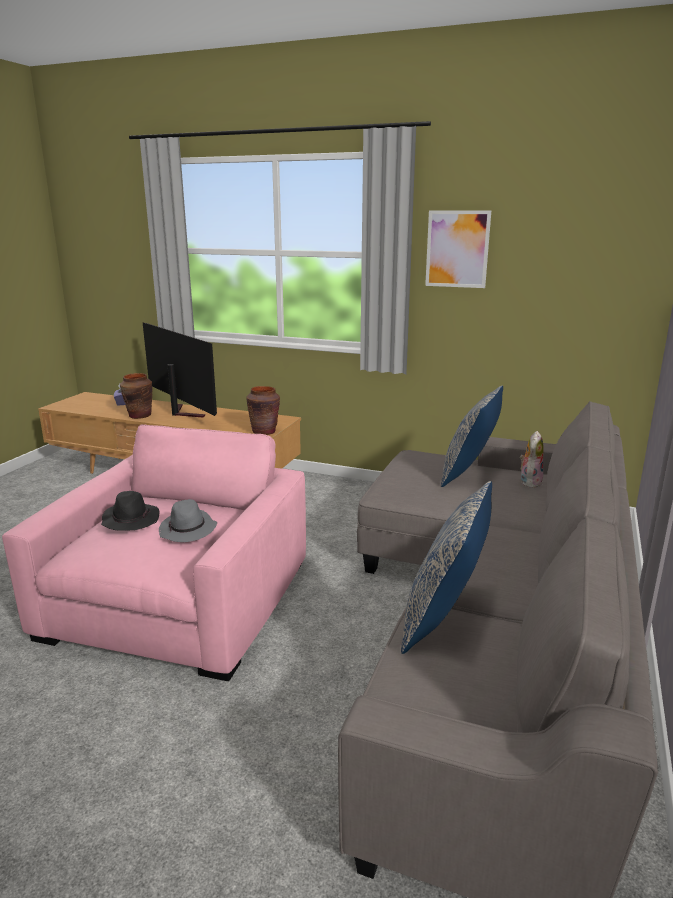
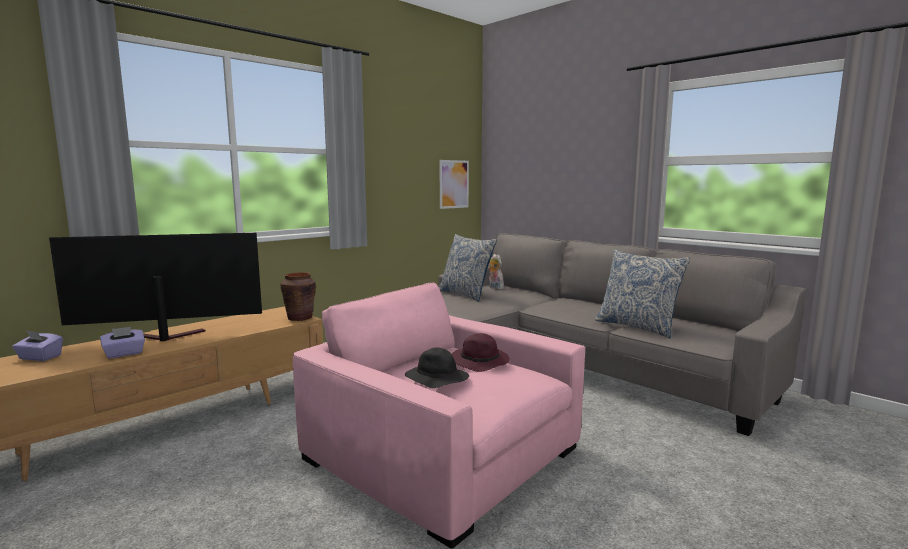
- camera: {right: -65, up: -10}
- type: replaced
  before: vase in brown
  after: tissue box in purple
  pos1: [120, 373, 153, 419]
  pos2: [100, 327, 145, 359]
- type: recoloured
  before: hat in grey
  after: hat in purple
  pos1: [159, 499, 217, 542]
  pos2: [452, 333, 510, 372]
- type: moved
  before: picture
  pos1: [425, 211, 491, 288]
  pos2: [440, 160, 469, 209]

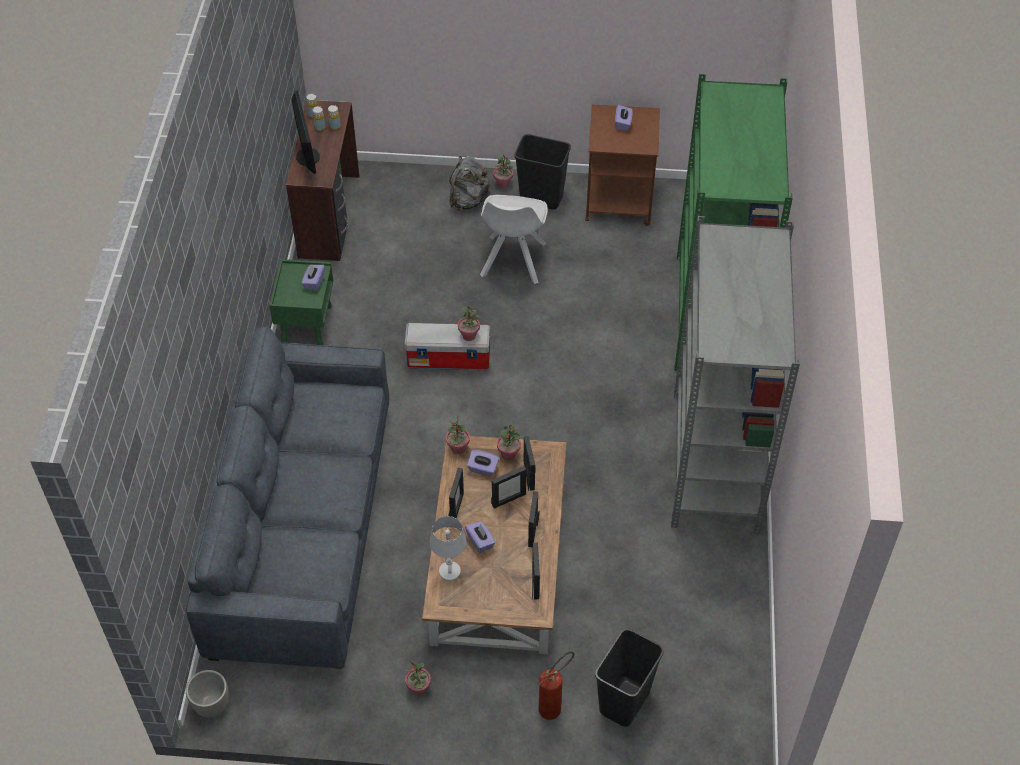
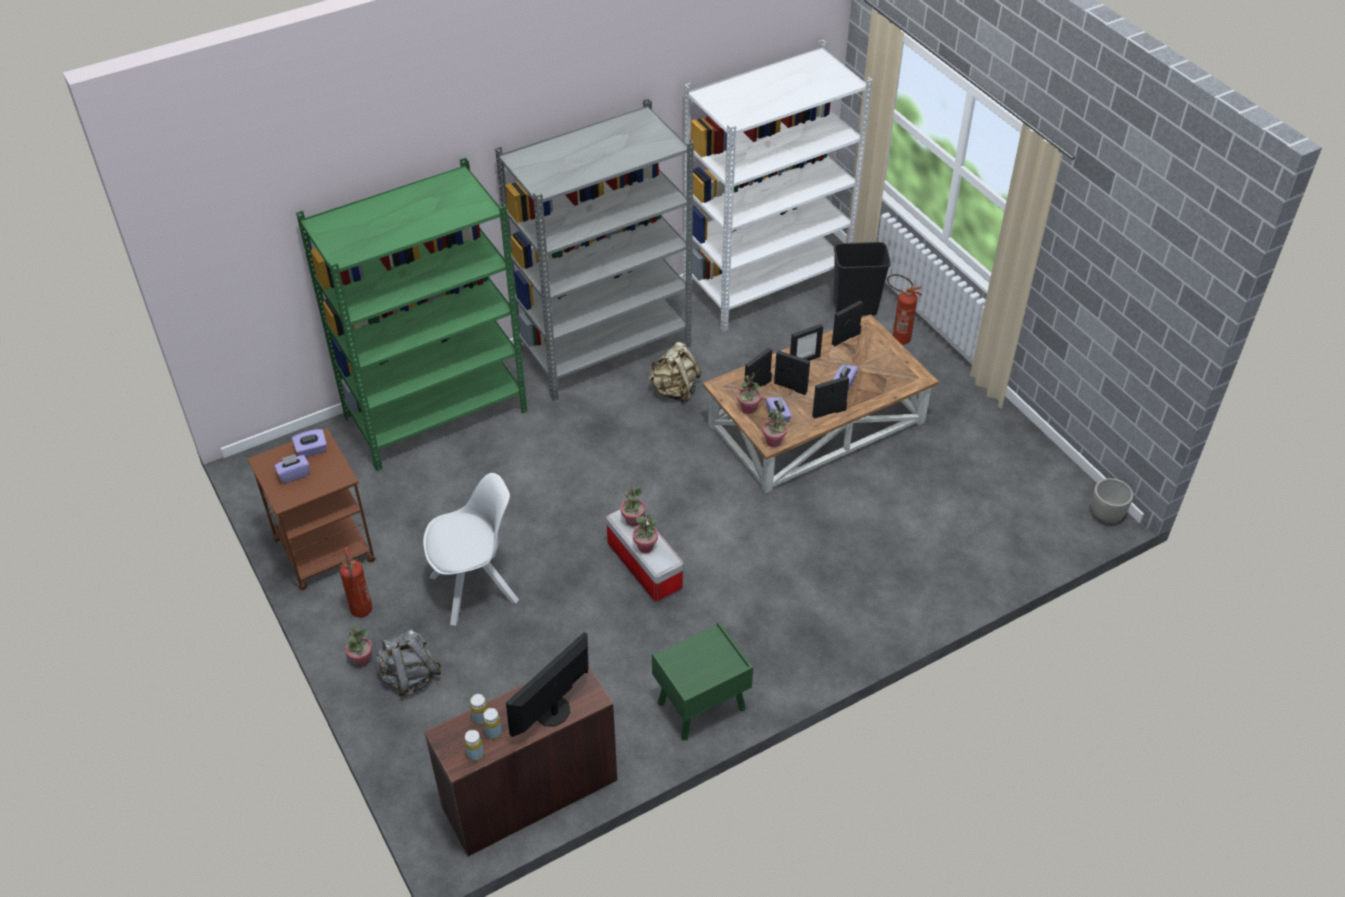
- camera: {right: -125, up: -5}
- type: removed
  before: sofa in grey
  pos1: [185, 326, 389, 669]
- type: moved
  before: tissue box in purple
  pos1: [302, 265, 325, 291]
  pos2: [292, 429, 327, 457]
- type: moved
  before: potted plant
  pos1: [405, 662, 431, 695]
  pos2: [633, 513, 658, 553]
- type: removed
  before: table lamp in white
  pos1: [430, 516, 467, 581]
- type: replaced
  before: trash can in black
  after: fire extinguisher
  pos1: [514, 134, 571, 209]
  pos2: [340, 547, 372, 617]
- type: added
  after: backpack in beige
  pos2: [648, 342, 702, 403]
- type: added
  after: bookcase in white
  pos2: [683, 40, 872, 332]

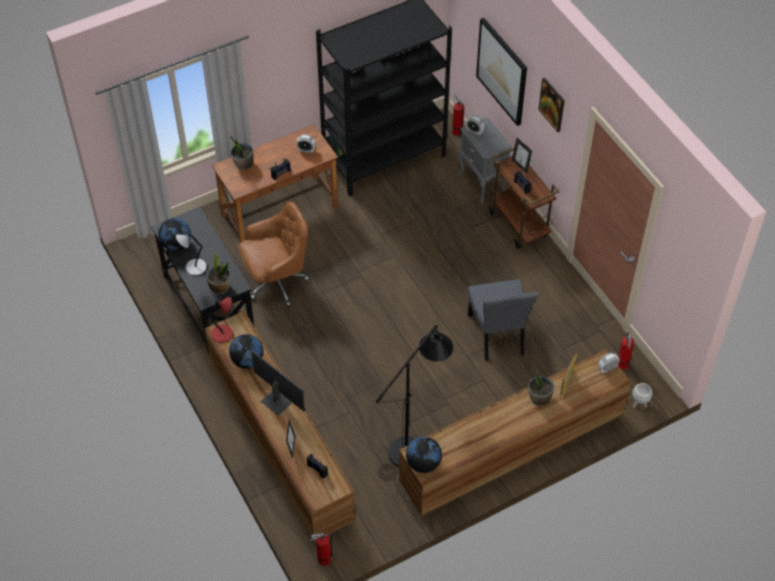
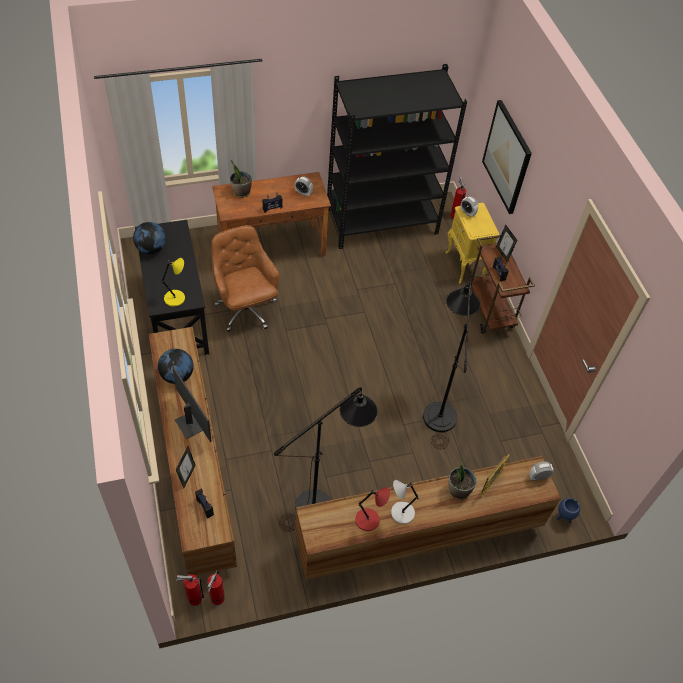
- camera: {right: 10, up: 0}
- type: moved
  before: table lamp in grey
  pos1: [176, 232, 207, 276]
  pos2: [391, 480, 419, 524]
- type: replaced
  before: potted plant
  after: table lamp in yellow
  pos1: [207, 252, 231, 294]
  pos2: [161, 258, 185, 307]
- type: moved
  before: table lamp in red
  pos1: [209, 297, 233, 343]
  pos2: [355, 487, 390, 531]
- type: turned
  before: office chair in brown
  pos1: [239, 202, 309, 307]
  pos2: [211, 225, 279, 331]
  turn: -105
- type: removed
  before: globe
  pos1: [406, 437, 442, 473]
- type: recoloured
  before: nightstand in grey
  after: nightstand in yellow
  pos1: [457, 117, 512, 203]
  pos2: [445, 203, 499, 284]
- type: replaced
  before: chair in grey
  after: floor lamp in black
  pos1: [467, 279, 538, 361]
  pos2: [423, 278, 480, 449]
- type: removed
  before: picture
  pos1: [538, 78, 565, 132]
- type: moved
  before: fire extinguisher
  pos1: [618, 332, 634, 370]
  pos2: [207, 570, 225, 605]
- type: recoloured
  before: planter in white
  after: planter in blue
  pos1: [632, 383, 652, 408]
  pos2: [556, 498, 580, 523]

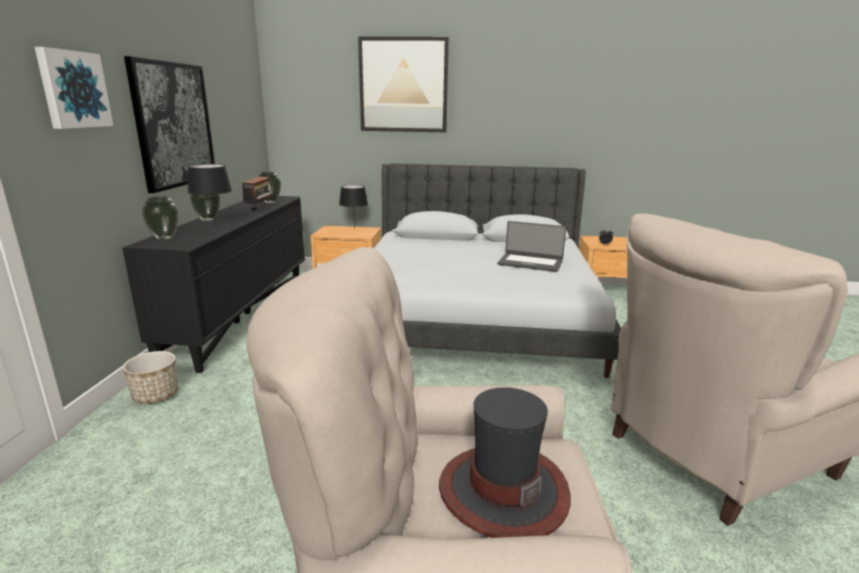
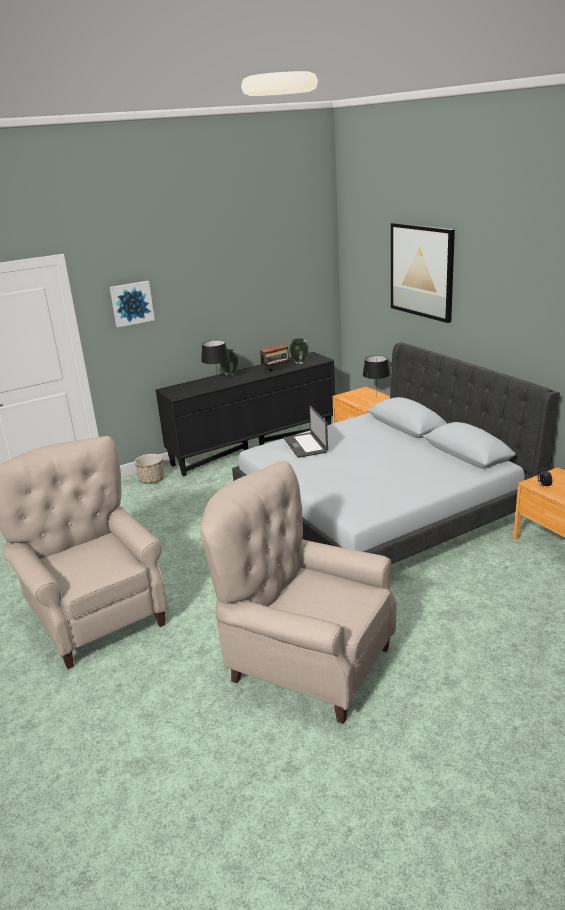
- camera: {right: 55, up: 5}
- type: removed
  before: picture
  pos1: [124, 56, 215, 193]
- type: removed
  before: vase
  pos1: [142, 196, 178, 240]
- type: removed
  before: hat
  pos1: [439, 387, 571, 538]
- type: moved
  before: laptop
  pos1: [497, 221, 566, 272]
  pos2: [284, 406, 328, 458]

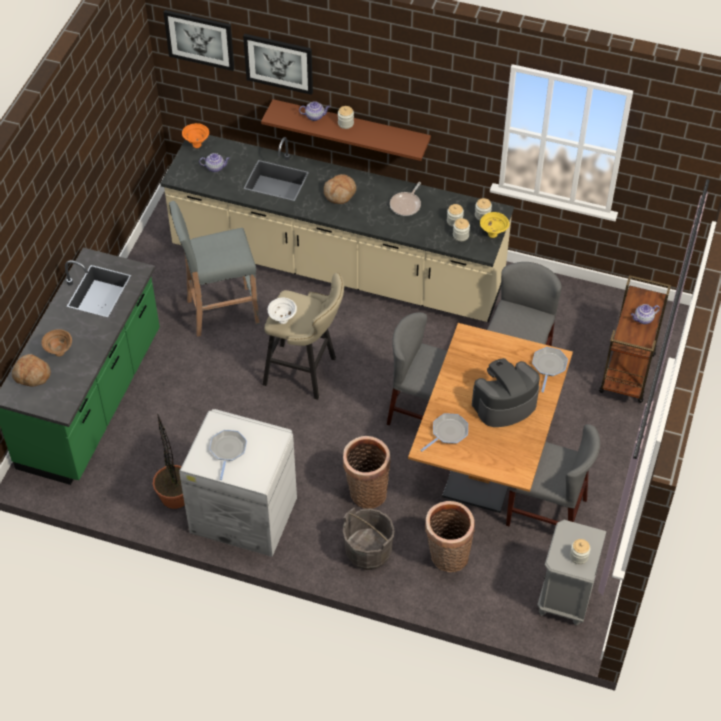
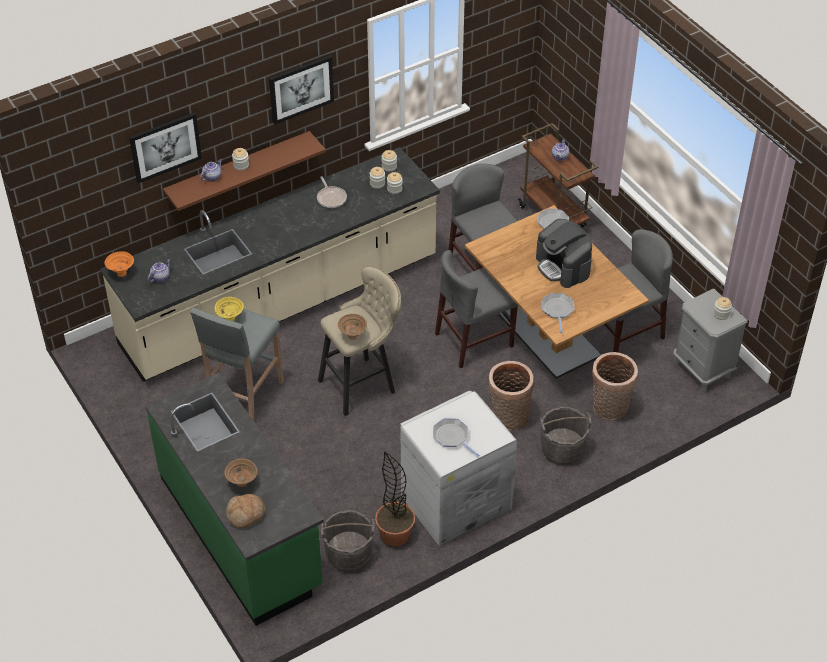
- camera: {right: -50, up: -5}
- type: moved
  before: picture
  pos1: [163, 10, 234, 71]
  pos2: [269, 55, 334, 125]
- type: recoloured
  before: bowl in white
  after: bowl in brown
  pos1: [268, 298, 297, 324]
  pos2: [338, 314, 367, 340]
- type: removed
  before: bread
  pos1: [324, 174, 356, 204]
- type: turned
  before: coffee machine
  pos1: [472, 358, 540, 427]
  pos2: [536, 219, 592, 288]
  turn: -45
- type: moved
  before: bowl in yellow
  pos1: [480, 212, 509, 238]
  pos2: [215, 297, 244, 321]
- type: added
  after: bucket in grey
  pos2: [321, 510, 375, 572]

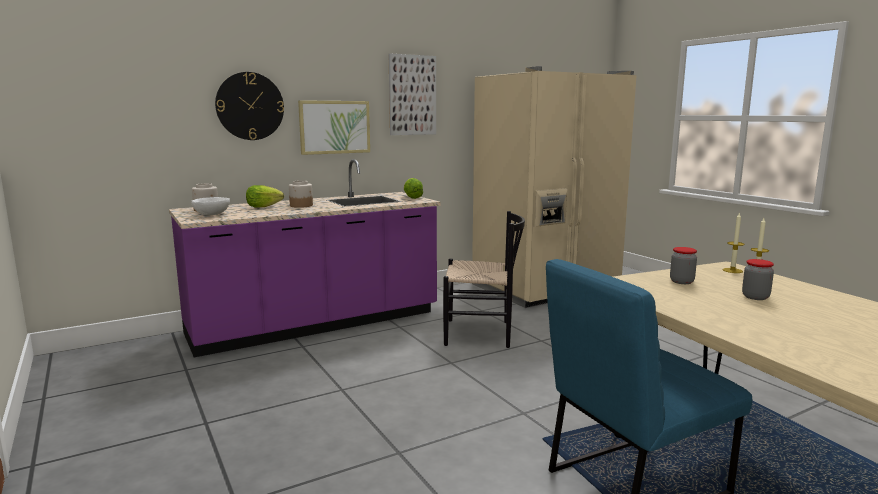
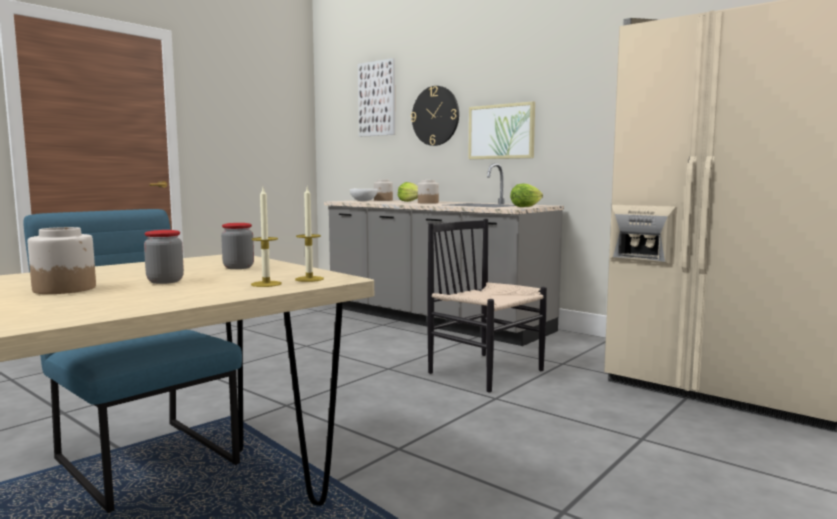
- camera: {right: 70, up: -5}
- type: recoloured
  before: counter in purple
  after: counter in grey
  pos1: [169, 159, 441, 357]
  pos2: [324, 163, 564, 346]
- type: moved
  before: picture
  pos1: [389, 54, 436, 135]
  pos2: [358, 58, 395, 137]
- type: turned
  before: chair in black
  pos1: [443, 211, 525, 348]
  pos2: [427, 219, 547, 393]
  turn: 150
- type: added
  after: jar
  pos2: [28, 227, 96, 294]

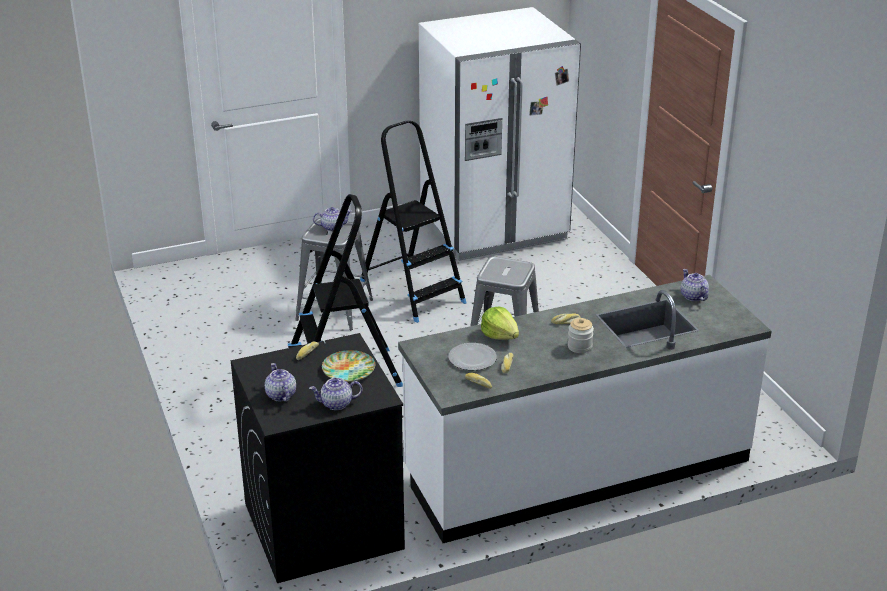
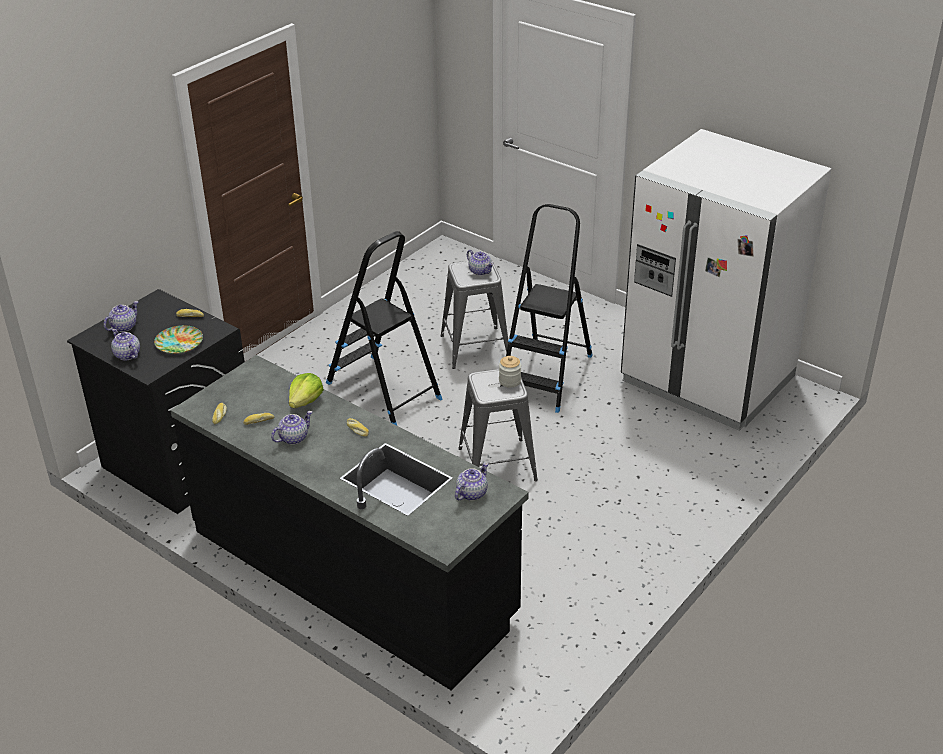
- camera: {right: 60, up: 5}
- type: recoloured
  before: counter in white
  after: counter in black
  pos1: [398, 275, 772, 543]
  pos2: [170, 355, 529, 690]
- type: removed
  before: plate
  pos1: [448, 343, 497, 370]
- type: moved
  before: jar
  pos1: [568, 318, 594, 353]
  pos2: [499, 356, 521, 388]
- type: added
  after: teapot
  pos2: [271, 411, 312, 445]

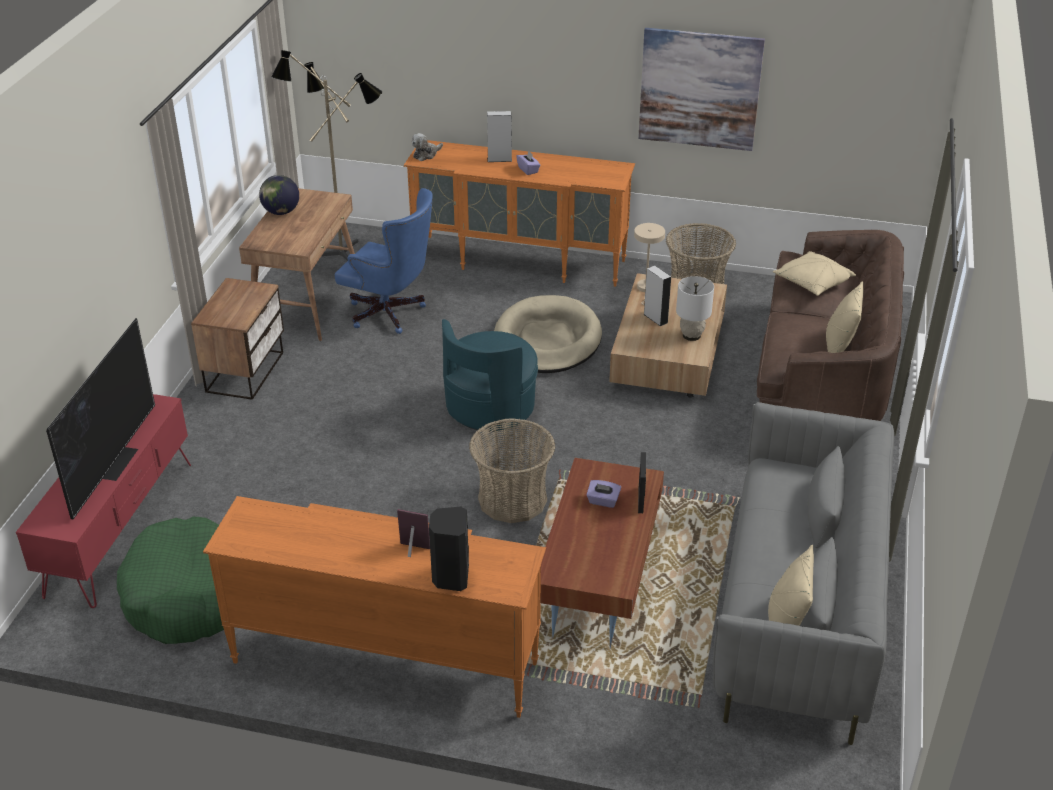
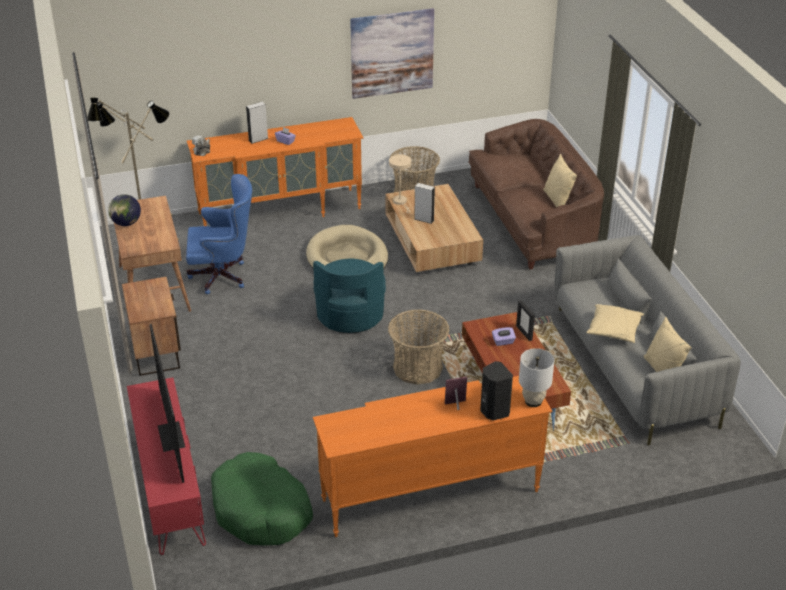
- camera: {right: -30, up: 0}
- type: moved
  before: table lamp in white
  pos1: [676, 276, 714, 341]
  pos2: [519, 348, 554, 407]
- type: moved
  before: pillow in beige
  pos1: [773, 251, 856, 296]
  pos2: [586, 304, 644, 343]

